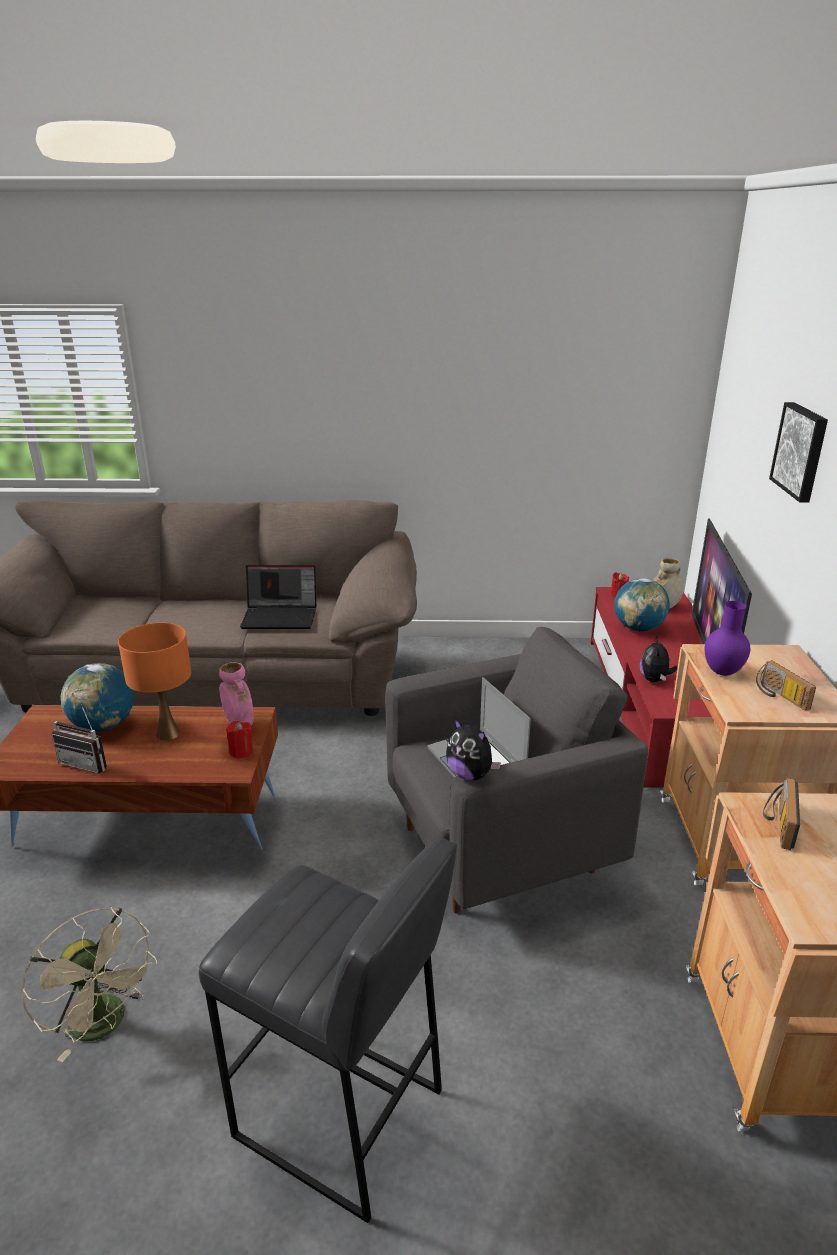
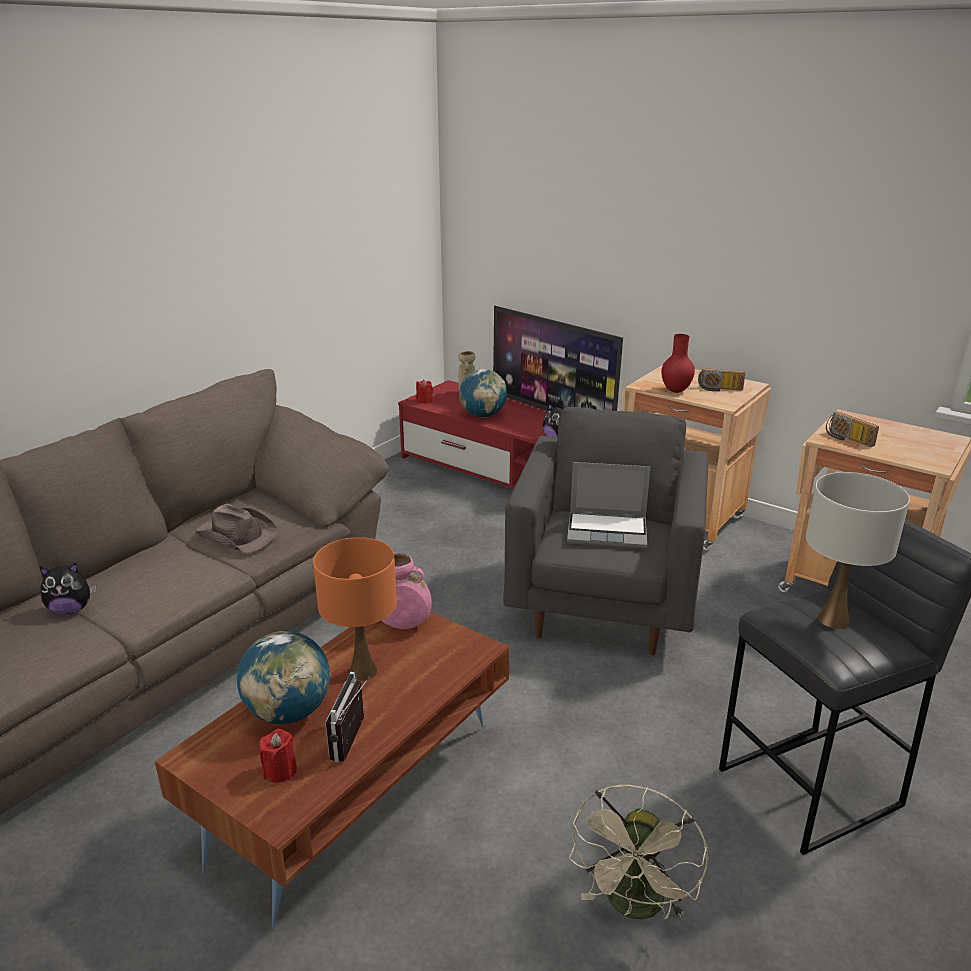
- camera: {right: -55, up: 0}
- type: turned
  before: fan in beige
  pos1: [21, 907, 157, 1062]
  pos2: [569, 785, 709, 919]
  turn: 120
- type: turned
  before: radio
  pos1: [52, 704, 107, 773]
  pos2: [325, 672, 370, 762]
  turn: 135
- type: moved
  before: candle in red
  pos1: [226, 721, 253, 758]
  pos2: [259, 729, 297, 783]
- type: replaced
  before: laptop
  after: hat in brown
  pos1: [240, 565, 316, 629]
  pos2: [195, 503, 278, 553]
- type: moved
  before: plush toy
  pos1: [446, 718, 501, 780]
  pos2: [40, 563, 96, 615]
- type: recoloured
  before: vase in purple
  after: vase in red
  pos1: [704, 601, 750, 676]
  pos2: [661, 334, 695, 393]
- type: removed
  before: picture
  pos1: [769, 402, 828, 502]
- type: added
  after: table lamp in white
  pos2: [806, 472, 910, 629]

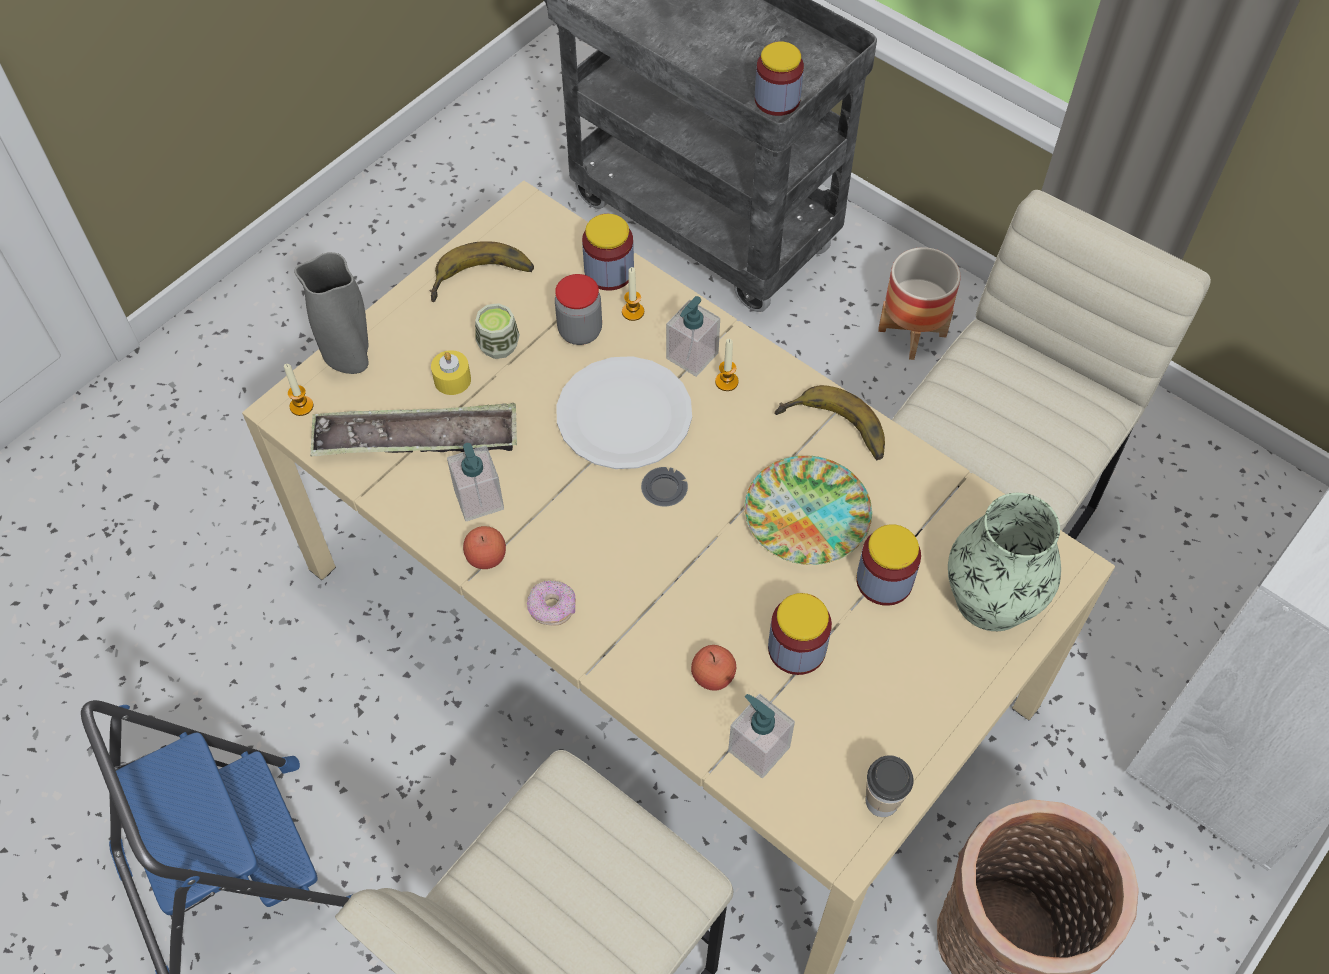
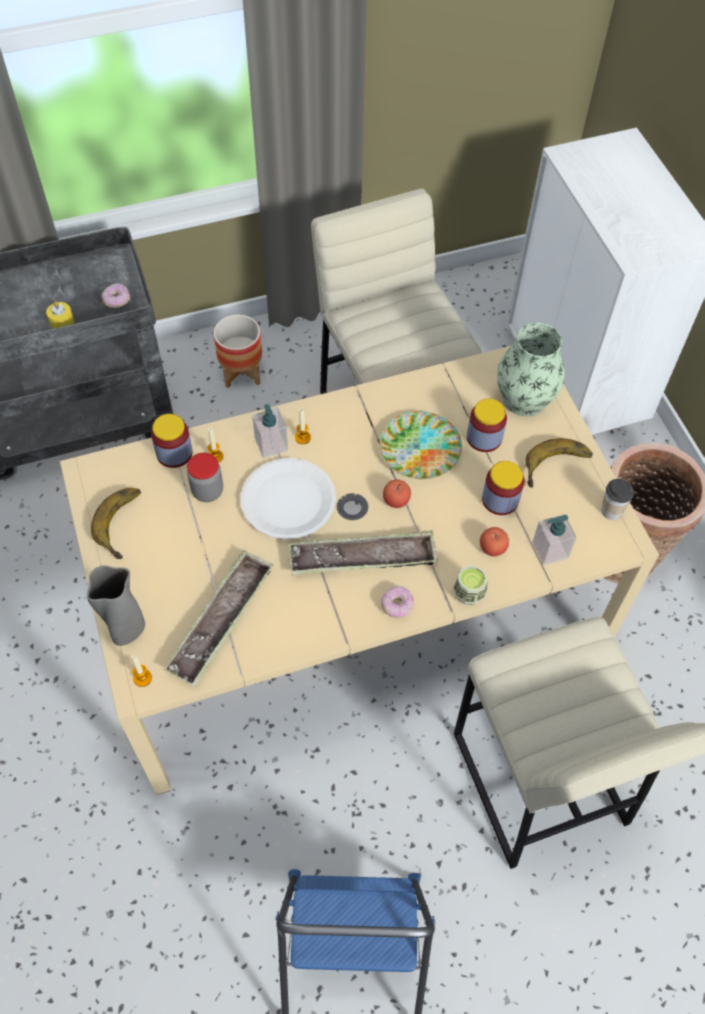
- camera: {right: -60, up: 0}
- type: moved
  before: candle in yellow
  pos1: [431, 350, 471, 395]
  pos2: [46, 301, 74, 329]
- type: removed
  before: soap dispenser
  pos1: [447, 443, 504, 521]
- type: moved
  before: apple
  pos1: [463, 526, 506, 569]
  pos2: [383, 479, 411, 508]
- type: moved
  before: cup
  pos1: [475, 303, 520, 359]
  pos2: [453, 566, 488, 605]
- type: replaced
  before: jar
  after: donut
  pos1: [755, 42, 804, 116]
  pos2: [102, 283, 130, 308]
- type: moved
  before: banana
  pos1: [774, 385, 885, 460]
  pos2: [525, 438, 593, 488]
- type: added
  after: tray
  pos2: [288, 530, 438, 576]

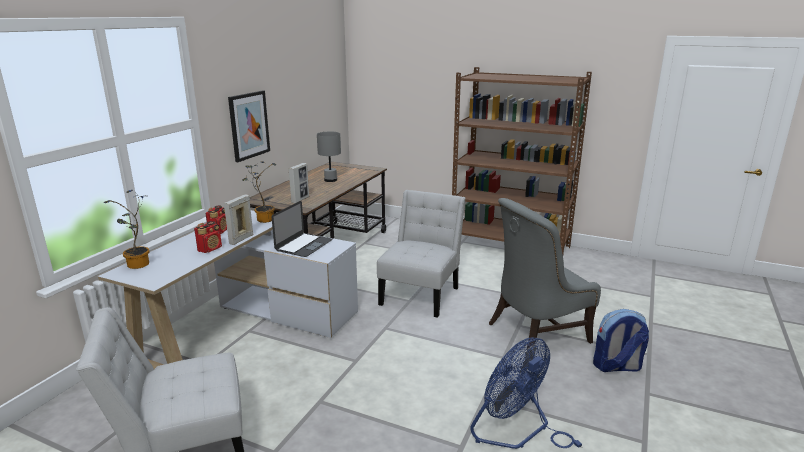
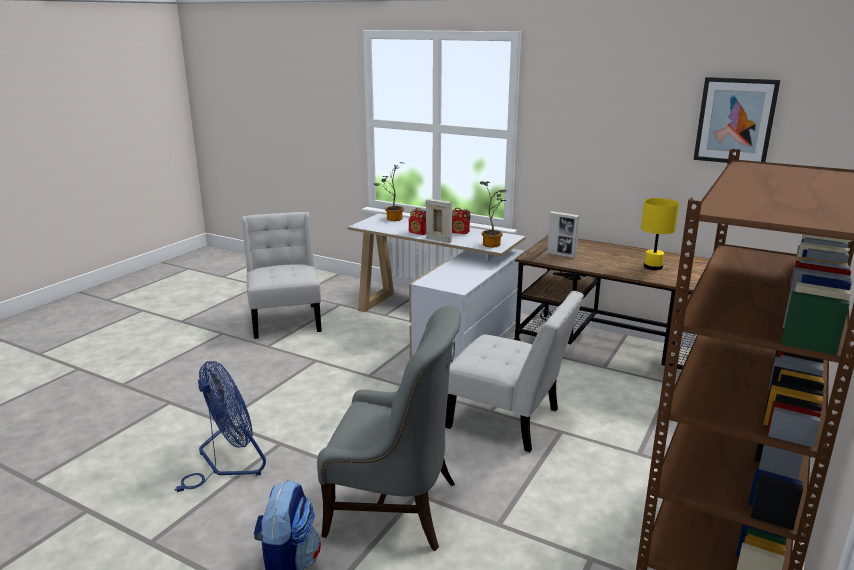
- camera: {right: 95, up: 0}
- type: moved
  before: picture
  pos1: [228, 91, 270, 162]
  pos2: [694, 77, 780, 163]
- type: removed
  before: laptop
  pos1: [272, 201, 333, 257]
- type: recoloured
  before: table lamp in grey
  after: table lamp in yellow
  pos1: [317, 132, 341, 182]
  pos2: [641, 198, 679, 270]
- type: turned
  before: chair in grey
  pos1: [489, 198, 601, 351]
  pos2: [317, 306, 461, 551]
  turn: 120

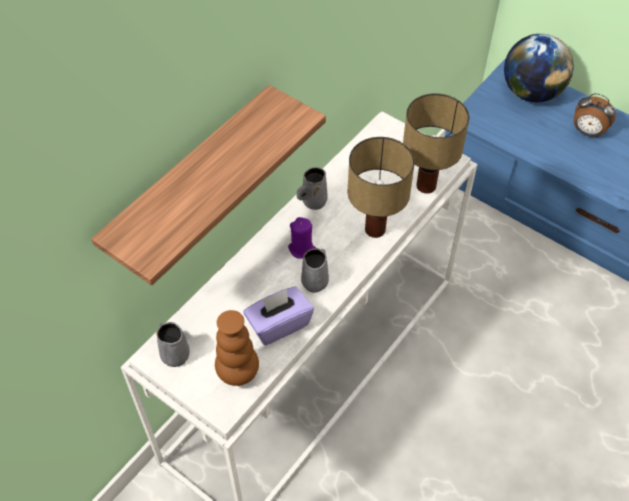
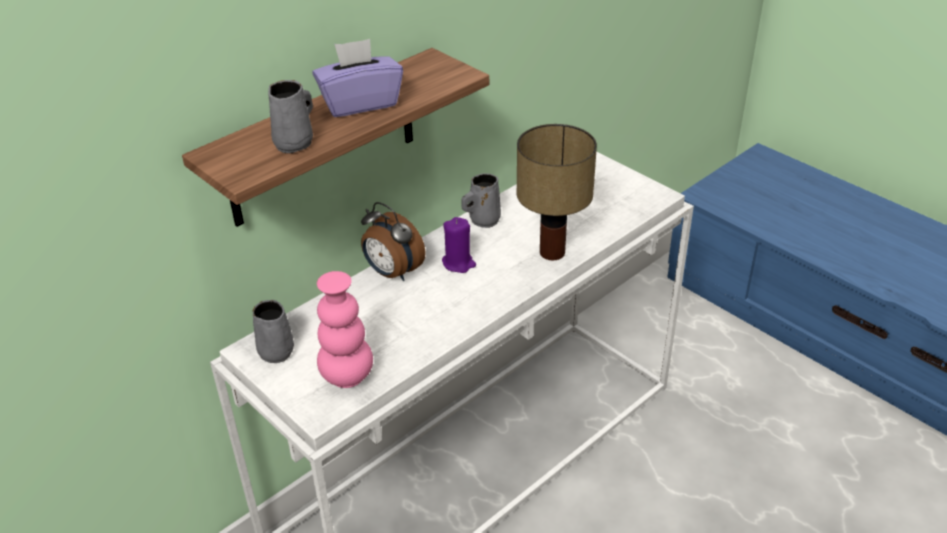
- camera: {right: 10, up: -15}
- type: recoloured
  before: vase in brown
  after: vase in pink
  pos1: [215, 310, 259, 386]
  pos2: [317, 271, 373, 388]
- type: moved
  before: tissue box in purple
  pos1: [243, 287, 314, 345]
  pos2: [312, 39, 403, 117]
- type: moved
  before: mug in grey
  pos1: [301, 248, 329, 293]
  pos2: [268, 80, 313, 153]
- type: removed
  before: table lamp
  pos1: [403, 93, 470, 194]
- type: removed
  before: globe
  pos1: [504, 34, 574, 102]
- type: moved
  before: alarm clock
  pos1: [574, 93, 616, 137]
  pos2: [361, 202, 426, 281]

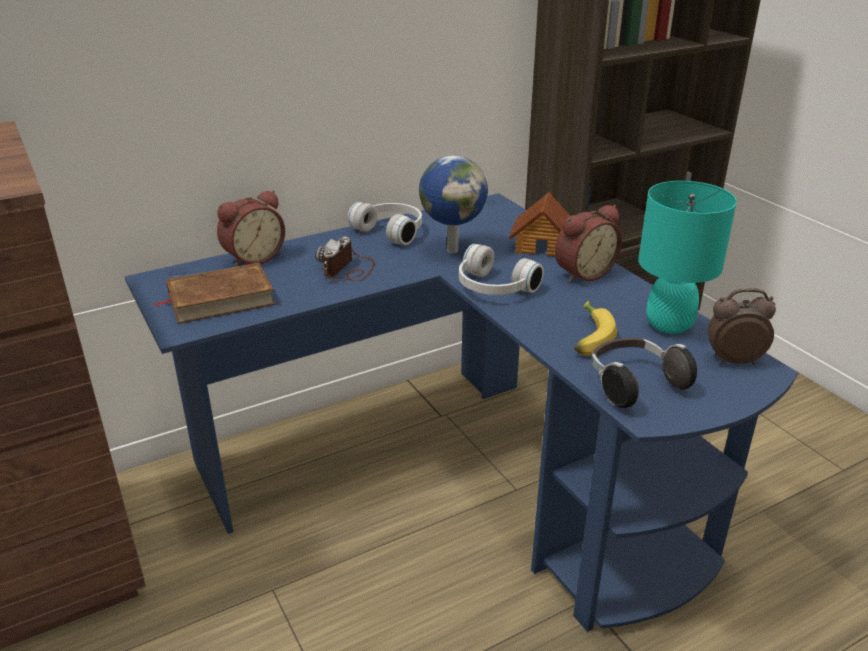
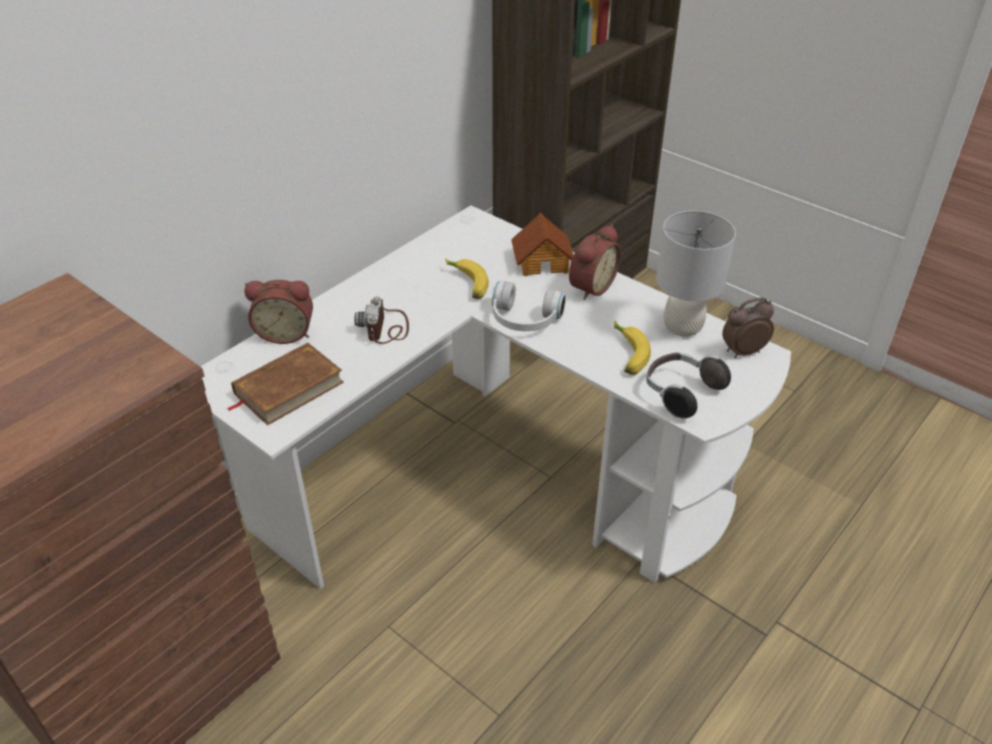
- camera: {right: -20, up: 10}
- type: recoloured
  before: desk in blue
  after: desk in white
  pos1: [124, 193, 798, 632]
  pos2: [201, 205, 791, 589]
- type: turned
  before: alarm clock
  pos1: [217, 190, 285, 267]
  pos2: [244, 280, 313, 344]
  turn: 60
- type: removed
  before: headphones in white
  pos1: [348, 202, 422, 245]
- type: replaced
  before: globe
  after: banana
  pos1: [419, 155, 488, 253]
  pos2: [445, 258, 489, 299]
- type: recoloured
  before: table lamp in turquoise
  after: table lamp in grey
  pos1: [638, 181, 737, 334]
  pos2: [656, 211, 736, 337]

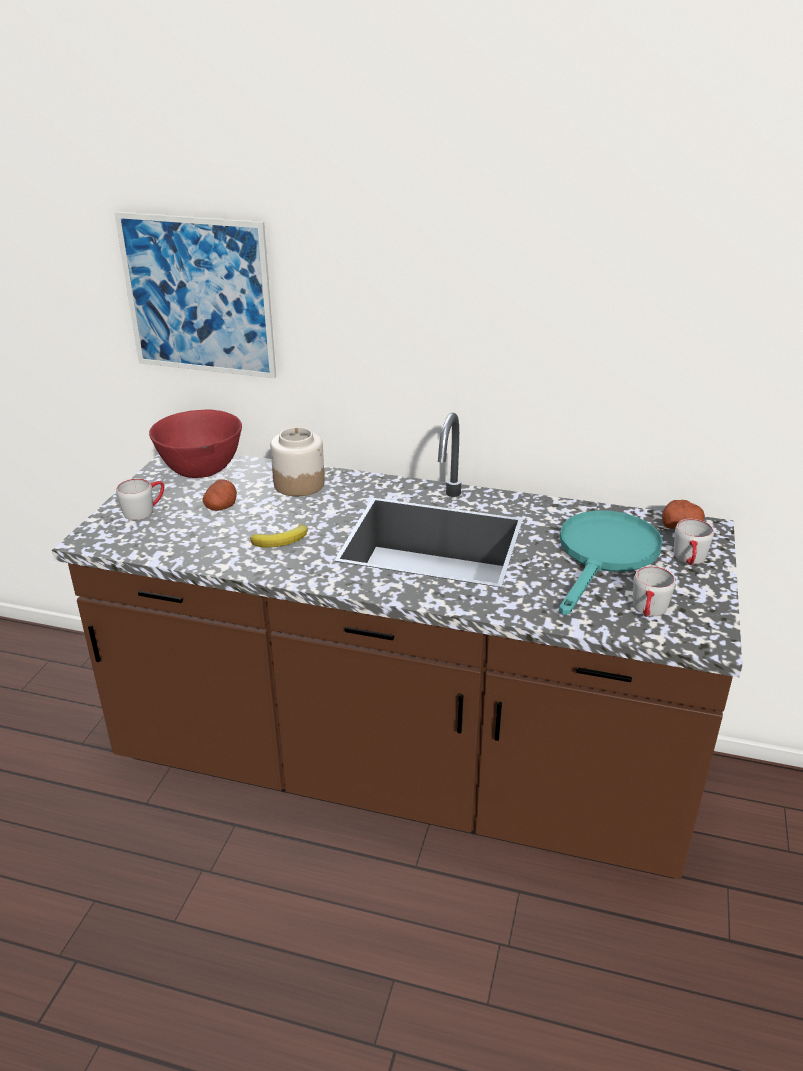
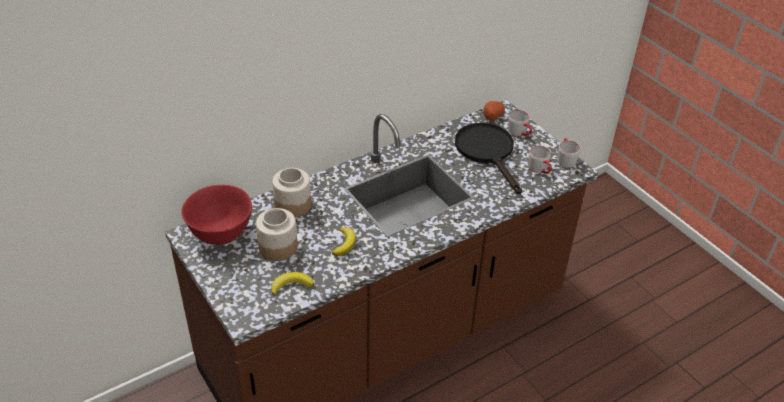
- camera: {right: -50, up: 10}
- type: removed
  before: picture
  pos1: [114, 211, 276, 379]
- type: moved
  before: mug in grey
  pos1: [116, 478, 164, 520]
  pos2: [557, 138, 580, 168]
- type: replaced
  before: potato
  after: jar
  pos1: [202, 479, 237, 511]
  pos2: [256, 208, 297, 261]
- type: recoloured
  before: frying pan in turquoise
  after: frying pan in black
  pos1: [559, 510, 663, 615]
  pos2: [455, 123, 522, 194]
- type: added
  after: banana
  pos2: [271, 272, 314, 296]

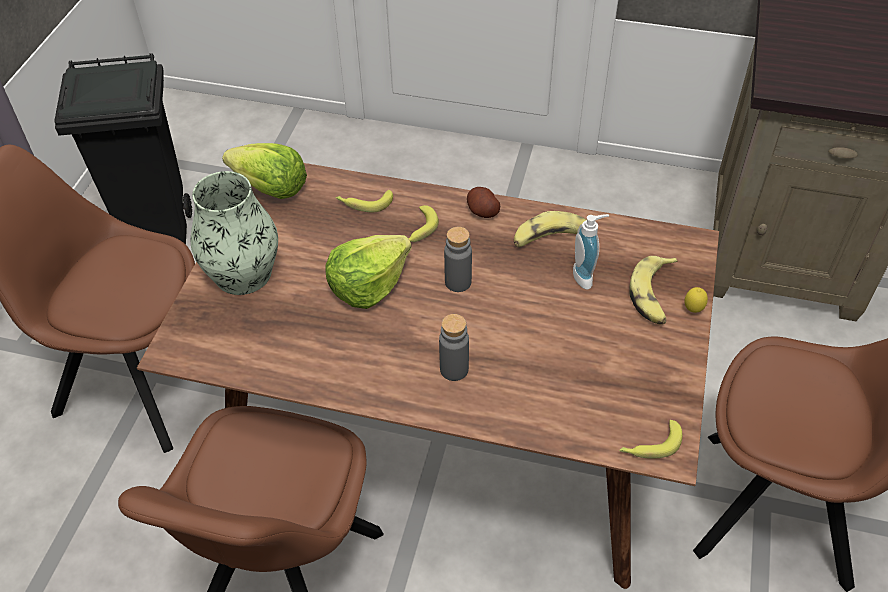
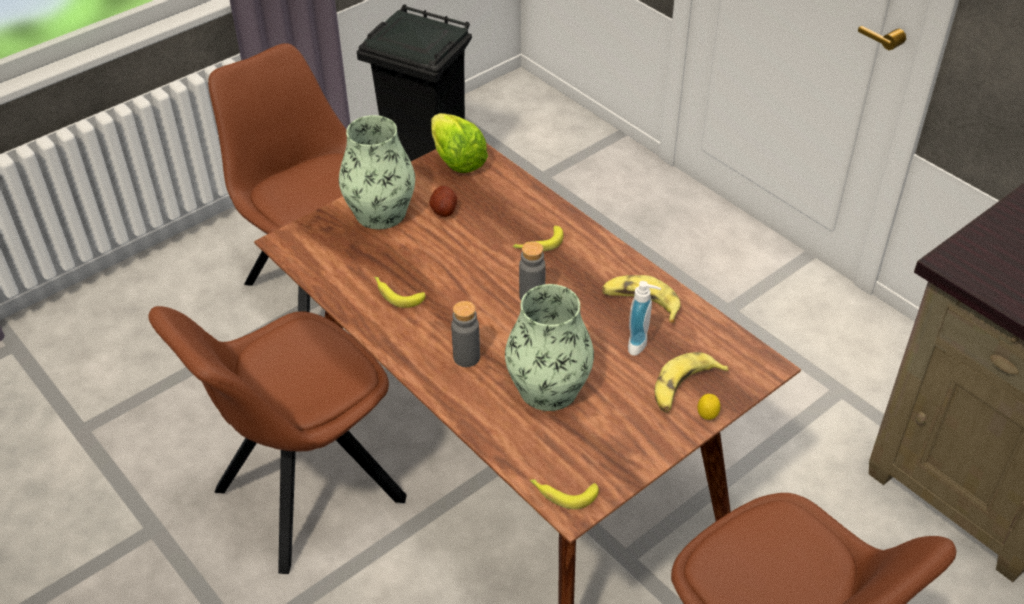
- camera: {right: 35, up: -5}
- type: removed
  before: lettuce
  pos1: [326, 235, 412, 309]
- type: moved
  before: banana
  pos1: [336, 190, 393, 212]
  pos2: [374, 277, 425, 308]
- type: moved
  before: potato
  pos1: [467, 187, 500, 218]
  pos2: [429, 186, 457, 217]
- type: added
  after: vase
  pos2: [505, 284, 594, 411]

